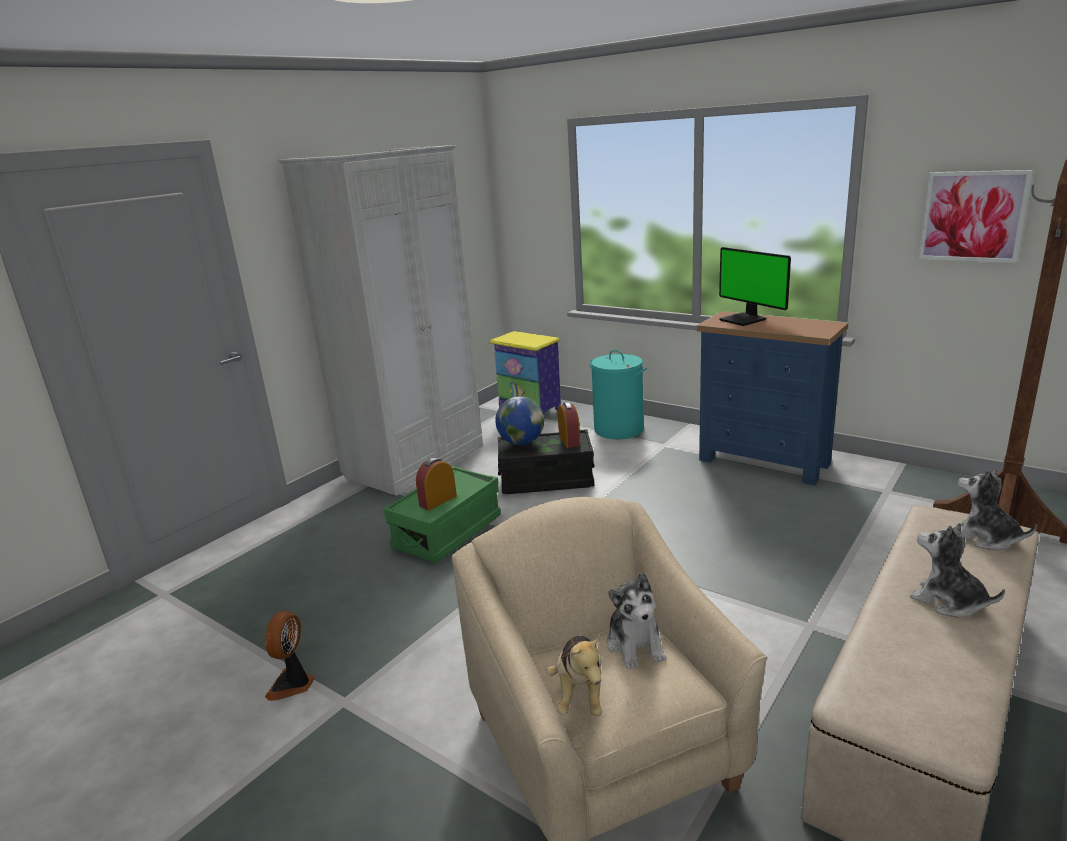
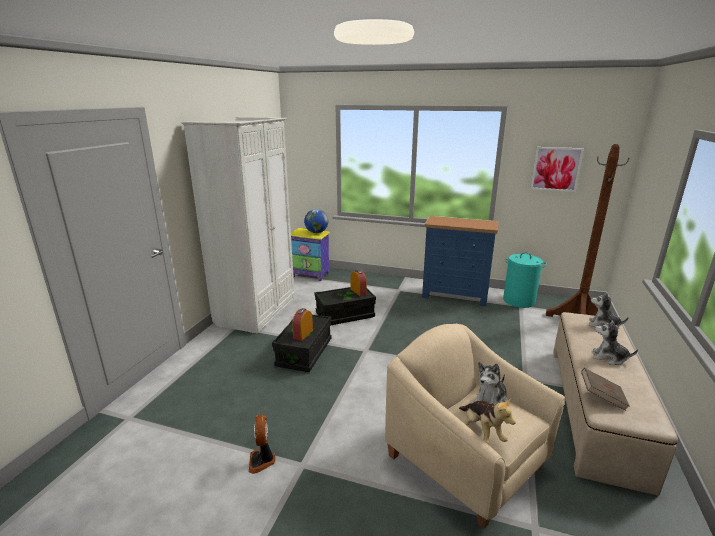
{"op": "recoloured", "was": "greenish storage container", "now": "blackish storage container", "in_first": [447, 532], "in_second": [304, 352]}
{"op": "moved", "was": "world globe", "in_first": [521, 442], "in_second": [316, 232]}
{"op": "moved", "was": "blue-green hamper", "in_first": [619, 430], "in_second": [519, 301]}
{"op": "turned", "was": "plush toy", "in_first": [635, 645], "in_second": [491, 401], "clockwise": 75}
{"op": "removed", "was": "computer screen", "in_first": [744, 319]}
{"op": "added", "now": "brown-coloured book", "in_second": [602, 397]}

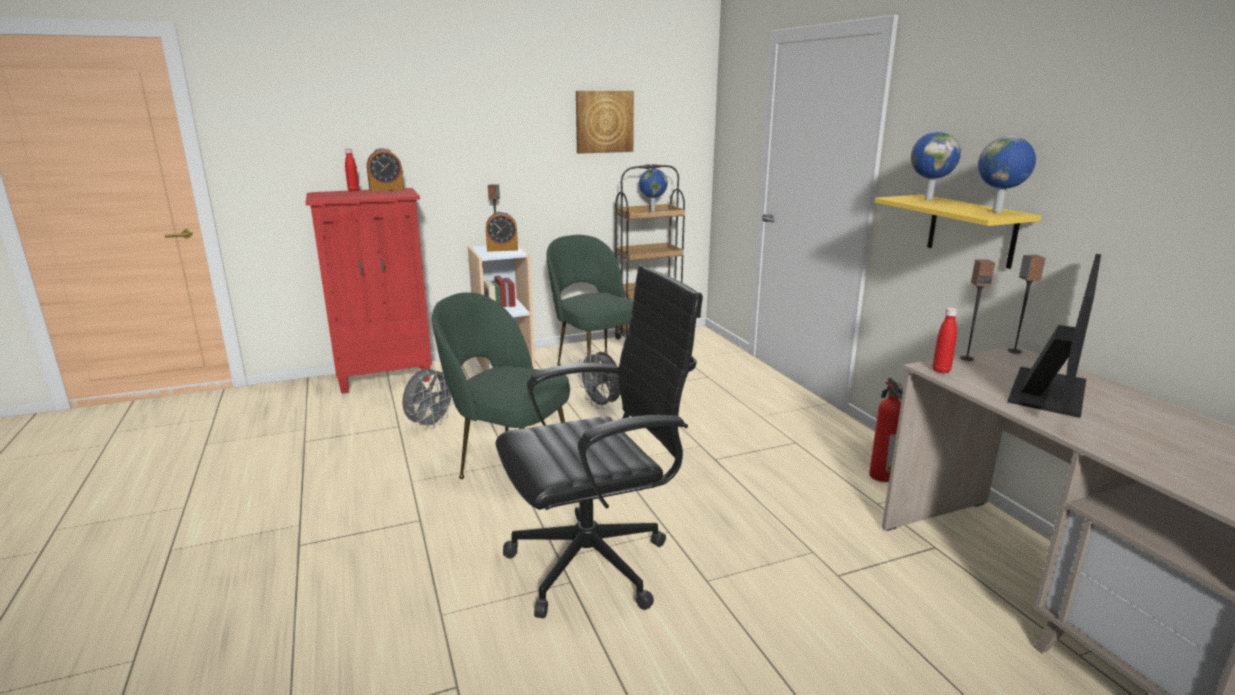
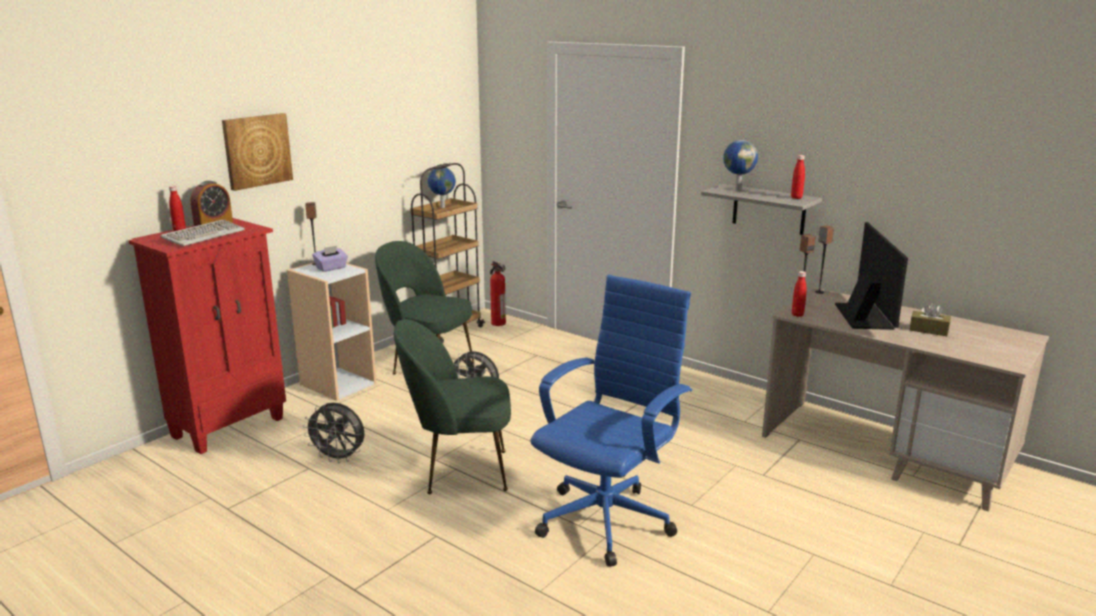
{"op": "turned", "was": "grey electric fan", "in_first": [430, 424], "in_second": [339, 458], "clockwise": 105}
{"op": "replaced", "was": "bedside clock", "now": "purple-coloured tissue box", "in_first": [502, 249], "in_second": [331, 268]}
{"op": "recoloured", "was": "blackish desk chair", "now": "blue-coloured desk chair", "in_first": [596, 563], "in_second": [608, 519]}
{"op": "moved", "was": "picture", "in_first": [604, 121], "in_second": [257, 150]}
{"op": "moved", "was": "fire extinguisher", "in_first": [880, 474], "in_second": [497, 323]}
{"op": "recoloured", "was": "yellow-coloured wall shelf", "now": "grey wall shelf", "in_first": [971, 231], "in_second": [769, 209]}
{"op": "replaced", "was": "world globe", "now": "red beverage bottle", "in_first": [998, 212], "in_second": [796, 198]}
{"op": "added", "now": "keyboard", "in_second": [203, 236]}
{"op": "added", "now": "brown-coloured tissue box", "in_second": [928, 330]}

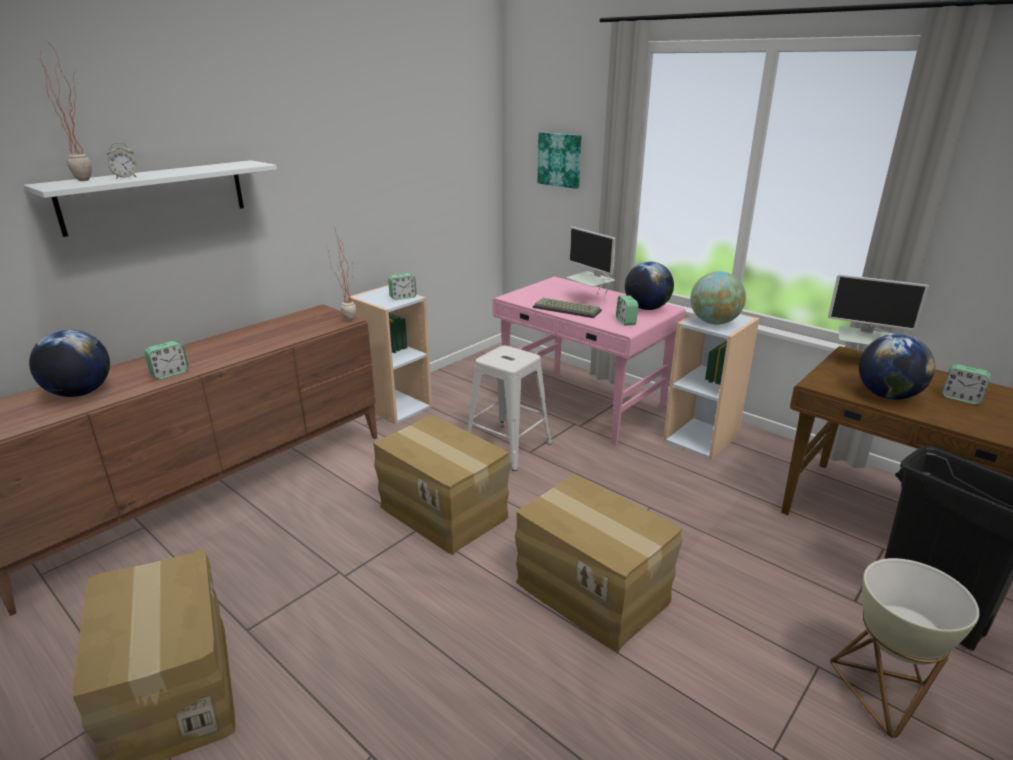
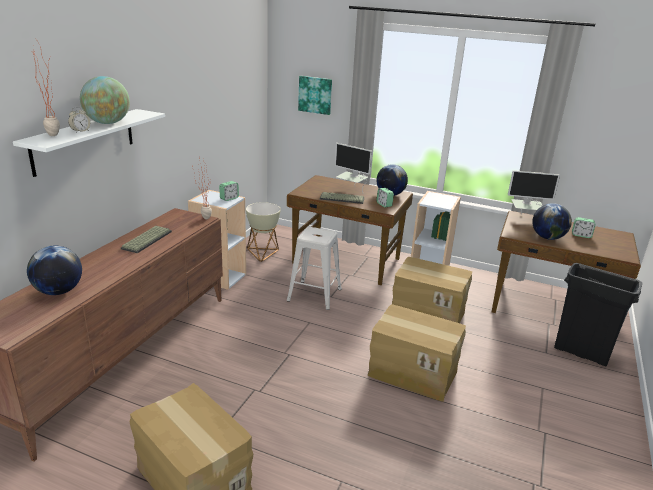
{"op": "removed", "was": "bedside clock", "in_first": [170, 373]}
{"op": "moved", "was": "packing box", "in_first": [444, 511], "in_second": [428, 312]}
{"op": "recoloured", "was": "pinkish desk", "now": "brown-coloured desk", "in_first": [582, 405], "in_second": [346, 262]}
{"op": "moved", "was": "world globe", "in_first": [714, 322], "in_second": [108, 123]}
{"op": "moved", "was": "flower pot", "in_first": [883, 693], "in_second": [263, 253]}
{"op": "added", "now": "keyboard", "in_second": [146, 239]}

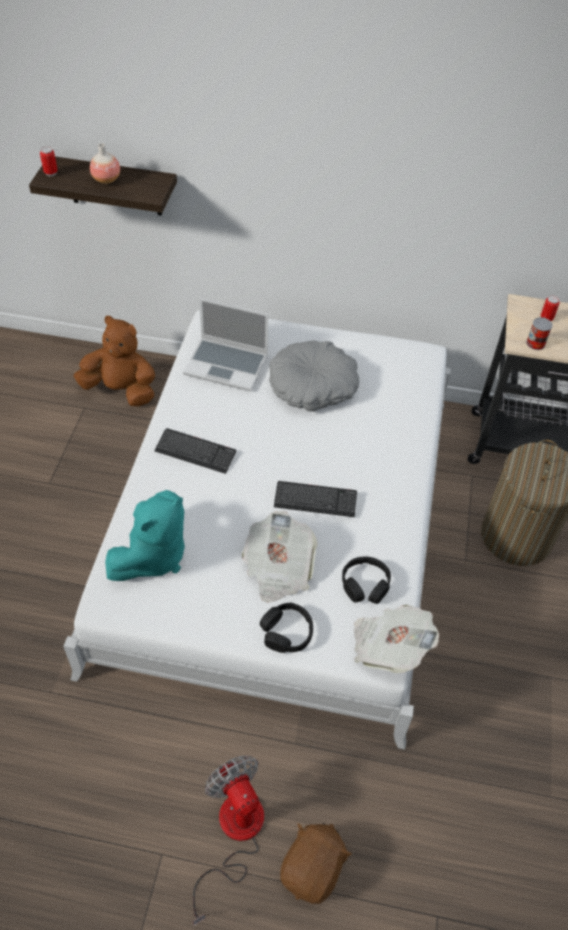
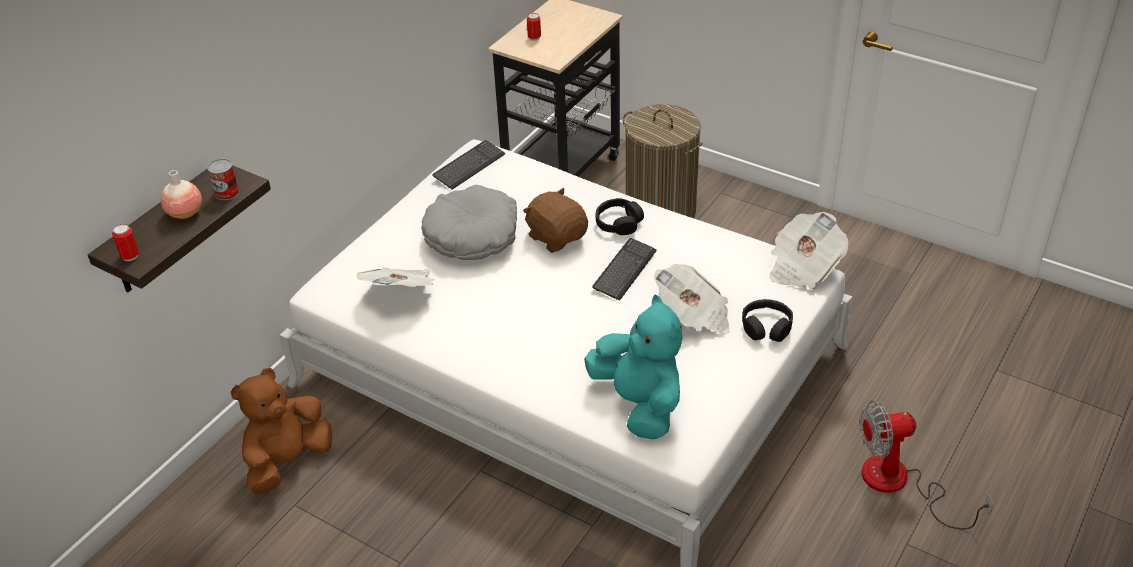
{"op": "moved", "was": "keyboard", "in_first": [195, 452], "in_second": [469, 166]}
{"op": "replaced", "was": "notebook computer", "now": "newspaper", "in_first": [227, 365], "in_second": [401, 292]}
{"op": "moved", "was": "brown-coloured plush toy", "in_first": [313, 868], "in_second": [557, 237]}
{"op": "moved", "was": "blackish pair of headphones", "in_first": [365, 584], "in_second": [618, 223]}
{"op": "moved", "was": "sealed can", "in_first": [535, 343], "in_second": [227, 193]}

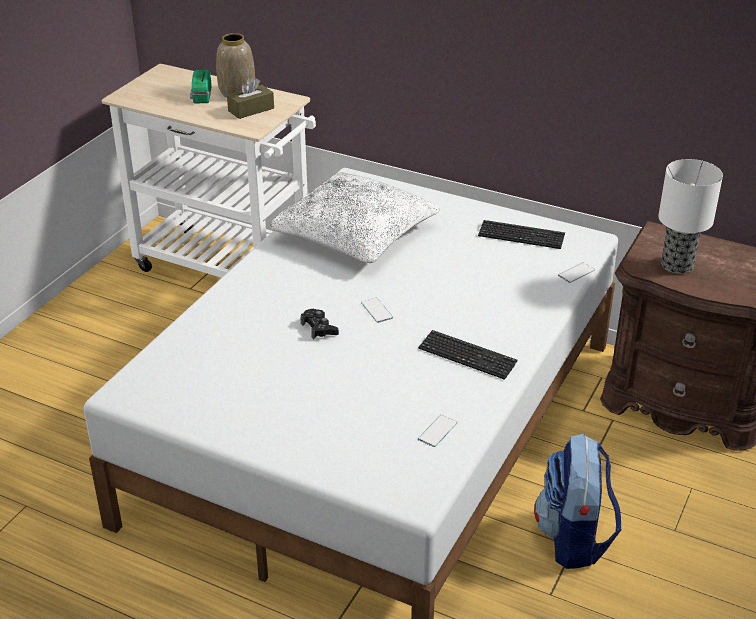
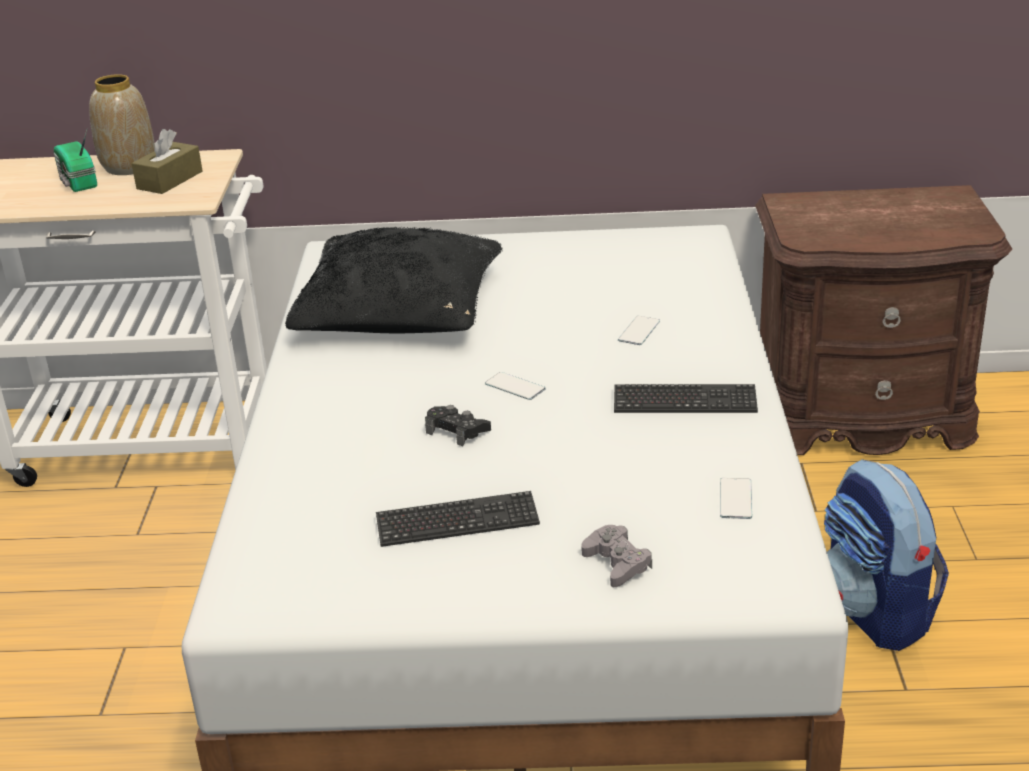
{"op": "recoloured", "was": "white-coloured throw pillow", "now": "blackish throw pillow", "in_first": [355, 234], "in_second": [400, 309]}
{"op": "moved", "was": "keyboard", "in_first": [521, 236], "in_second": [457, 522]}
{"op": "moved", "was": "phone", "in_first": [576, 273], "in_second": [639, 331]}
{"op": "removed", "was": "table lamp", "in_first": [678, 265]}
{"op": "added", "now": "grey gamepad", "in_second": [617, 563]}

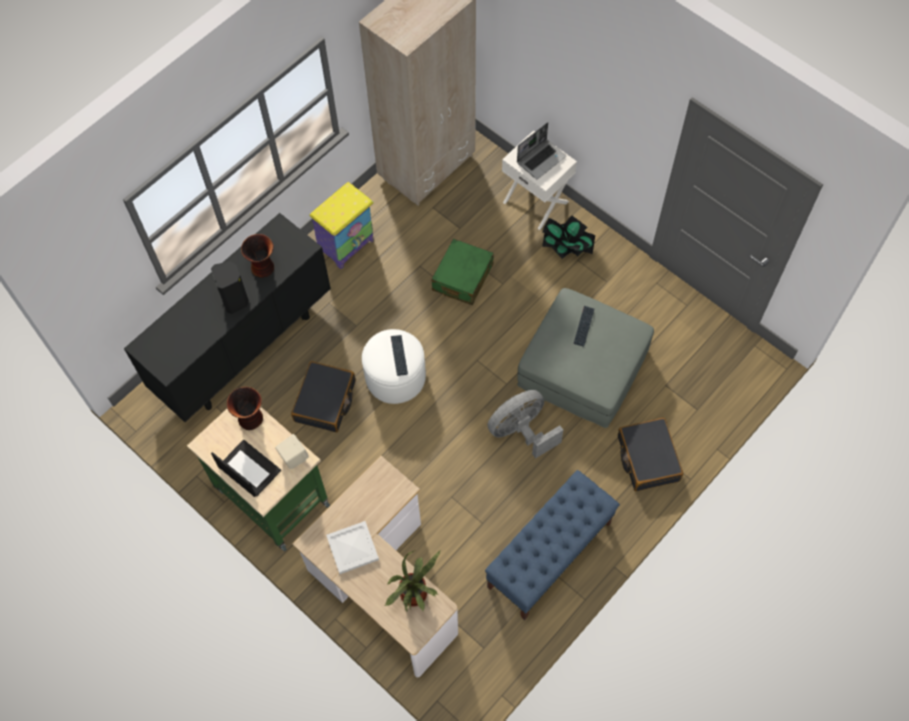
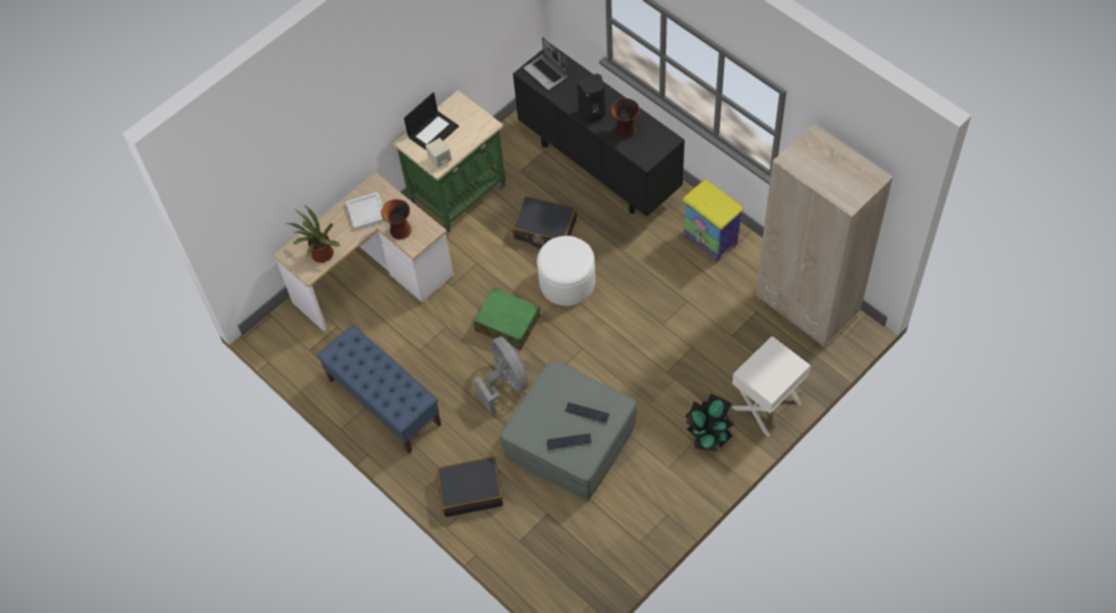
{"op": "moved", "was": "decorative vase", "in_first": [251, 419], "in_second": [400, 231]}
{"op": "moved", "was": "keyboard", "in_first": [399, 355], "in_second": [569, 442]}
{"op": "moved", "was": "greenish piece of luggage", "in_first": [462, 278], "in_second": [507, 324]}
{"op": "moved", "was": "notebook computer", "in_first": [541, 159], "in_second": [547, 73]}

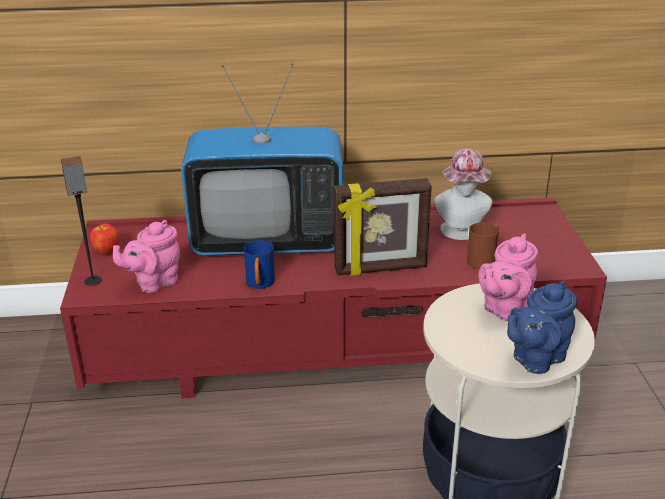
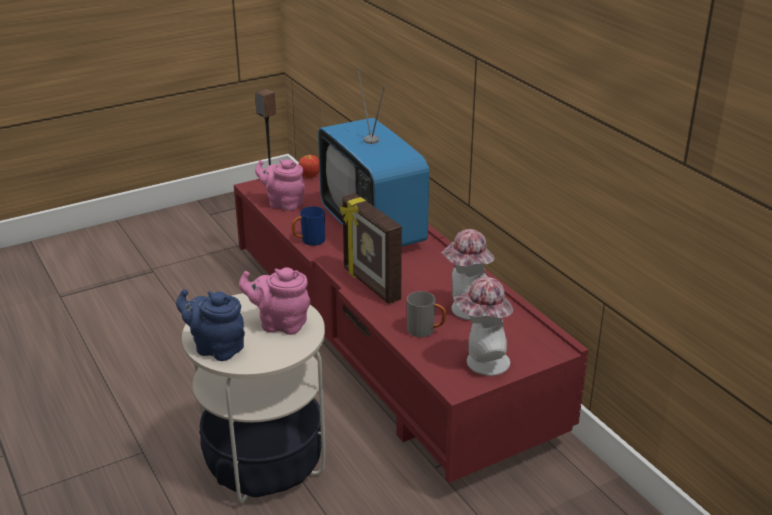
{"op": "recoloured", "was": "brown-coloured coffee mug", "now": "grey coffee mug", "in_first": [484, 260], "in_second": [426, 331]}
{"op": "added", "now": "hat", "in_second": [482, 363]}

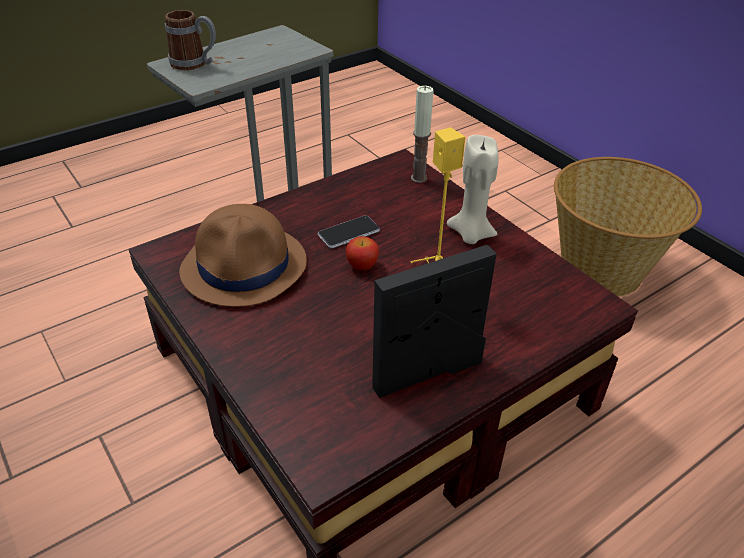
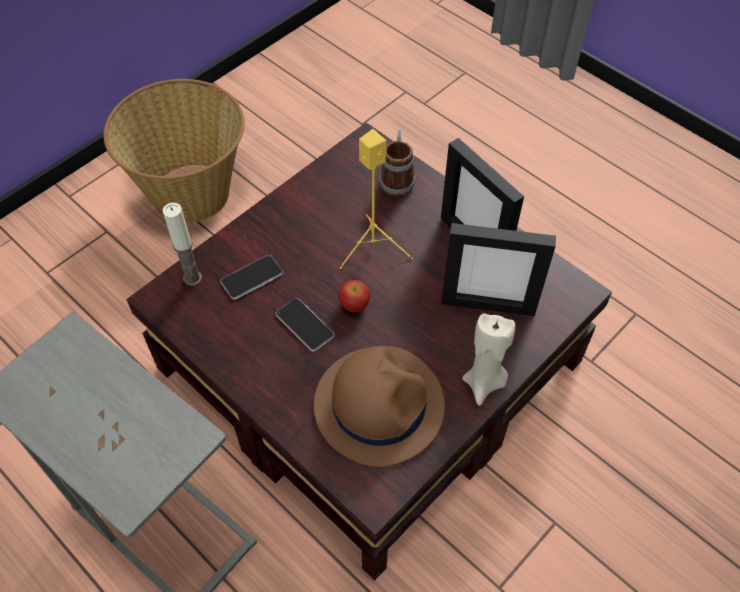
{"op": "moved", "was": "coffee mug", "in_first": [195, 64], "in_second": [397, 178]}
{"op": "moved", "was": "sand-coloured wax candle", "in_first": [470, 235], "in_second": [484, 383]}
{"op": "added", "now": "phone", "in_second": [252, 278]}
{"op": "added", "now": "standing frame", "in_second": [488, 303]}

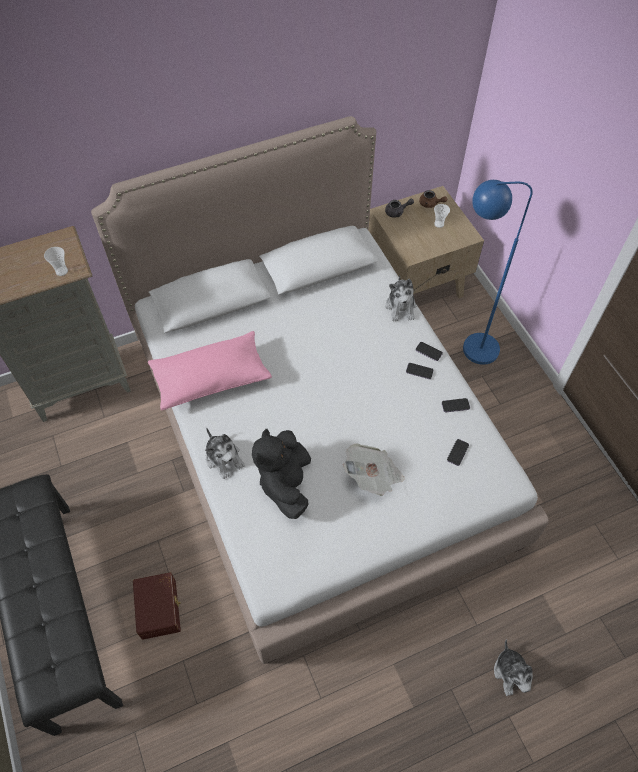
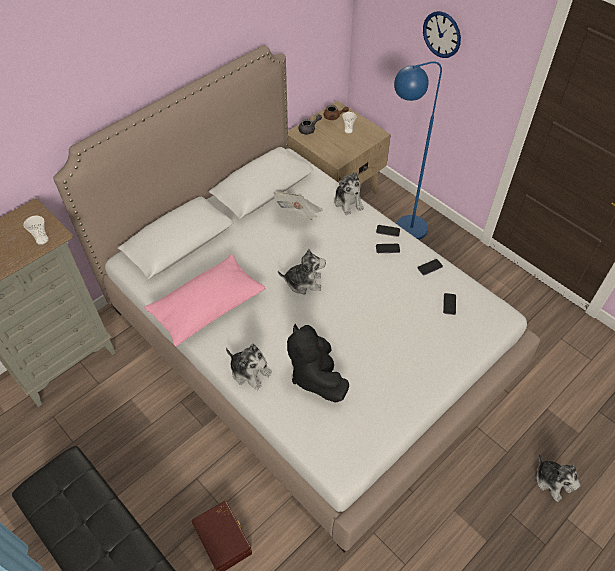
{"op": "moved", "was": "newspaper", "in_first": [373, 476], "in_second": [299, 214]}
{"op": "added", "now": "plush toy", "in_second": [303, 282]}
{"op": "added", "now": "wall clock", "in_second": [442, 34]}

